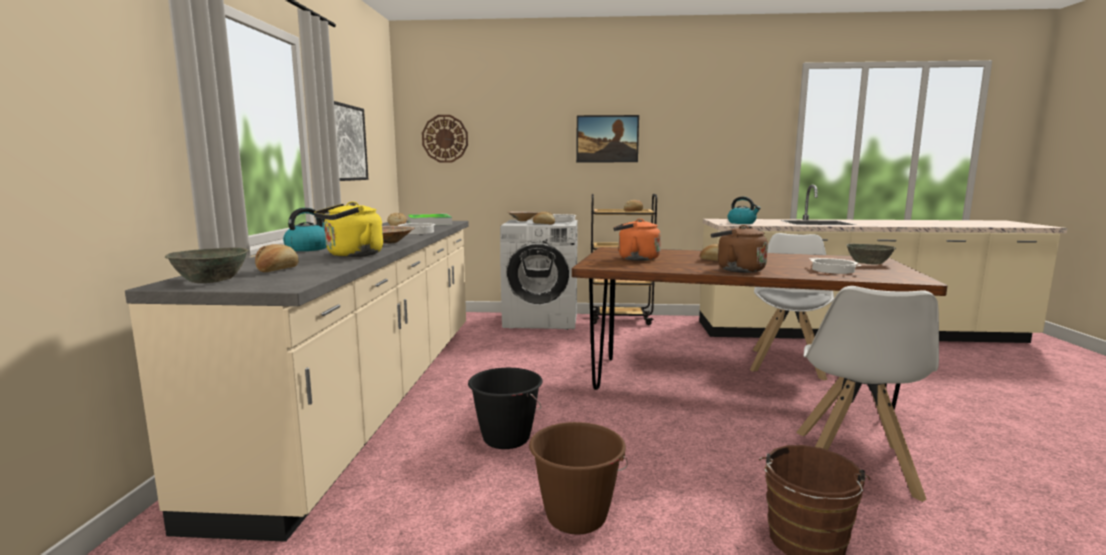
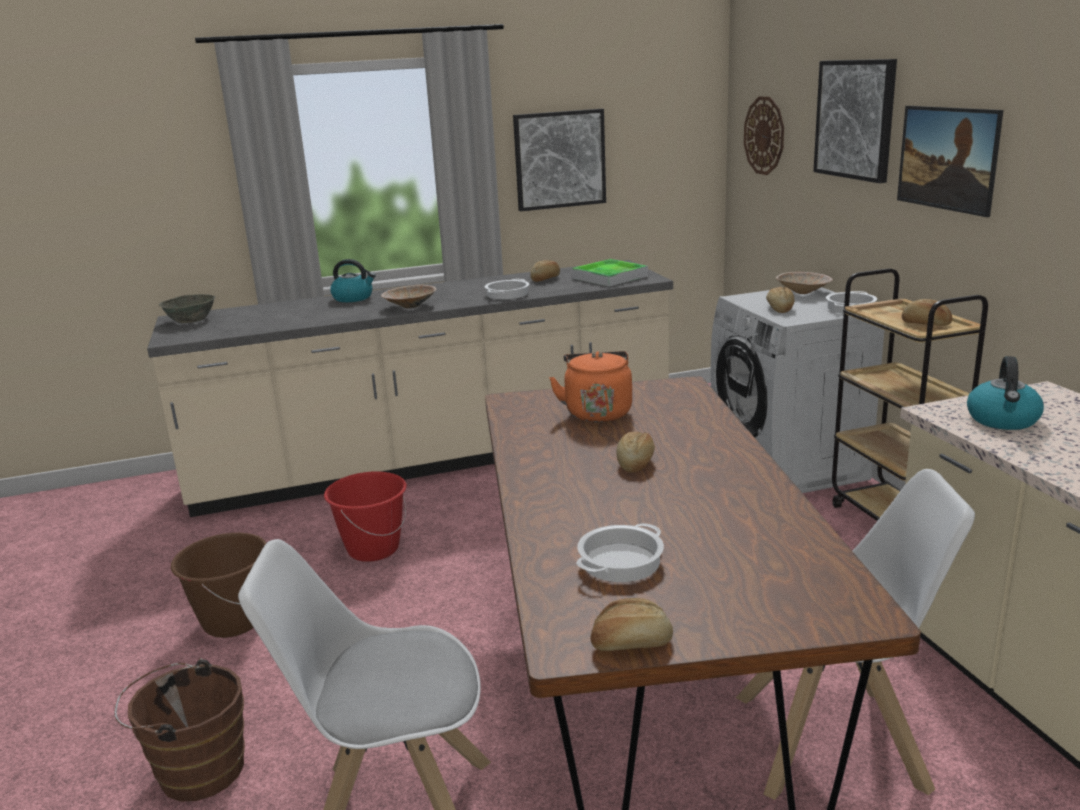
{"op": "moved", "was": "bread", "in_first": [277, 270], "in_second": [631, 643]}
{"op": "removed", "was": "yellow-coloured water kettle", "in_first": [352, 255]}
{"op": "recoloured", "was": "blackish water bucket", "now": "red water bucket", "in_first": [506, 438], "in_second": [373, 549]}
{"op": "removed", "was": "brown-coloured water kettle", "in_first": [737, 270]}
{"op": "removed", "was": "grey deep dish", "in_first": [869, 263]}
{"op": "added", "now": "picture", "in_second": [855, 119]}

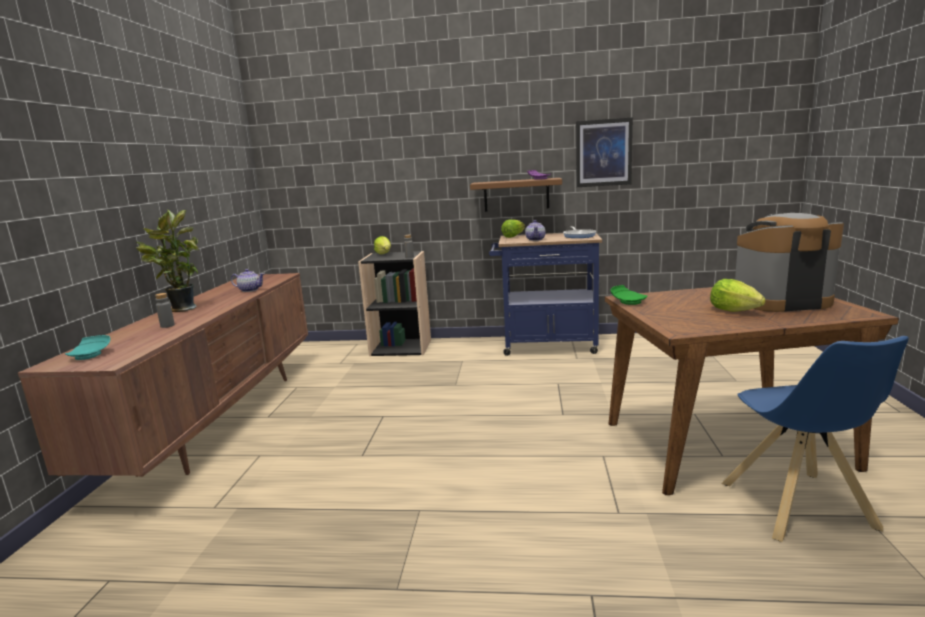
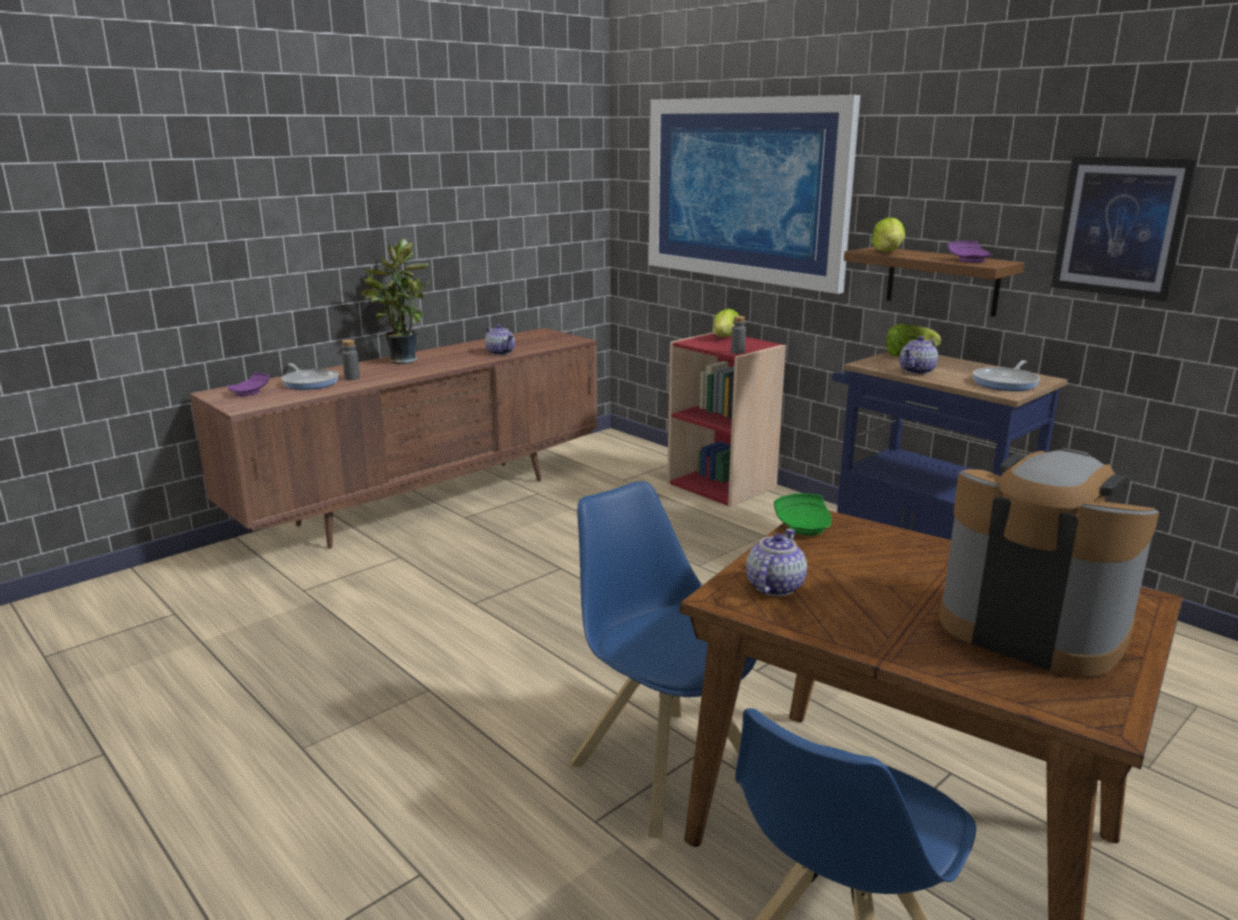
{"op": "recoloured", "was": "blue-green flat dish", "now": "purple-coloured flat dish", "in_first": [91, 355], "in_second": [250, 392]}
{"op": "recoloured", "was": "blackish bookshelf", "now": "red bookshelf", "in_first": [402, 347], "in_second": [723, 485]}
{"op": "moved", "was": "head of lettuce", "in_first": [733, 311], "in_second": [888, 252]}
{"op": "added", "now": "skillet", "in_second": [310, 382]}
{"op": "added", "now": "blue-coloured plain chair", "in_second": [663, 765]}
{"op": "added", "now": "picture", "in_second": [744, 190]}
{"op": "added", "now": "pot for tea", "in_second": [773, 587]}

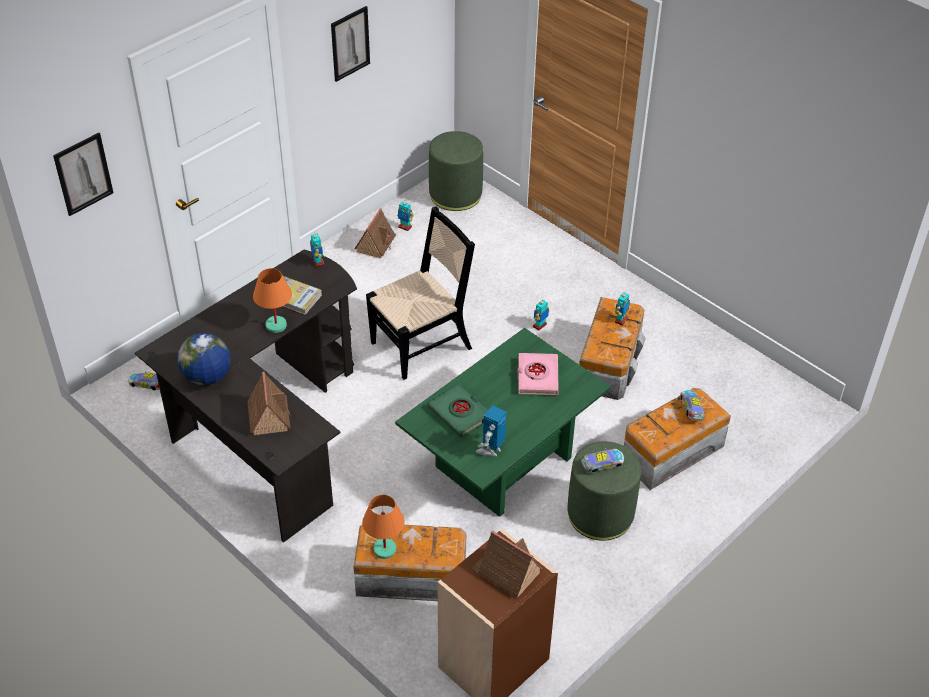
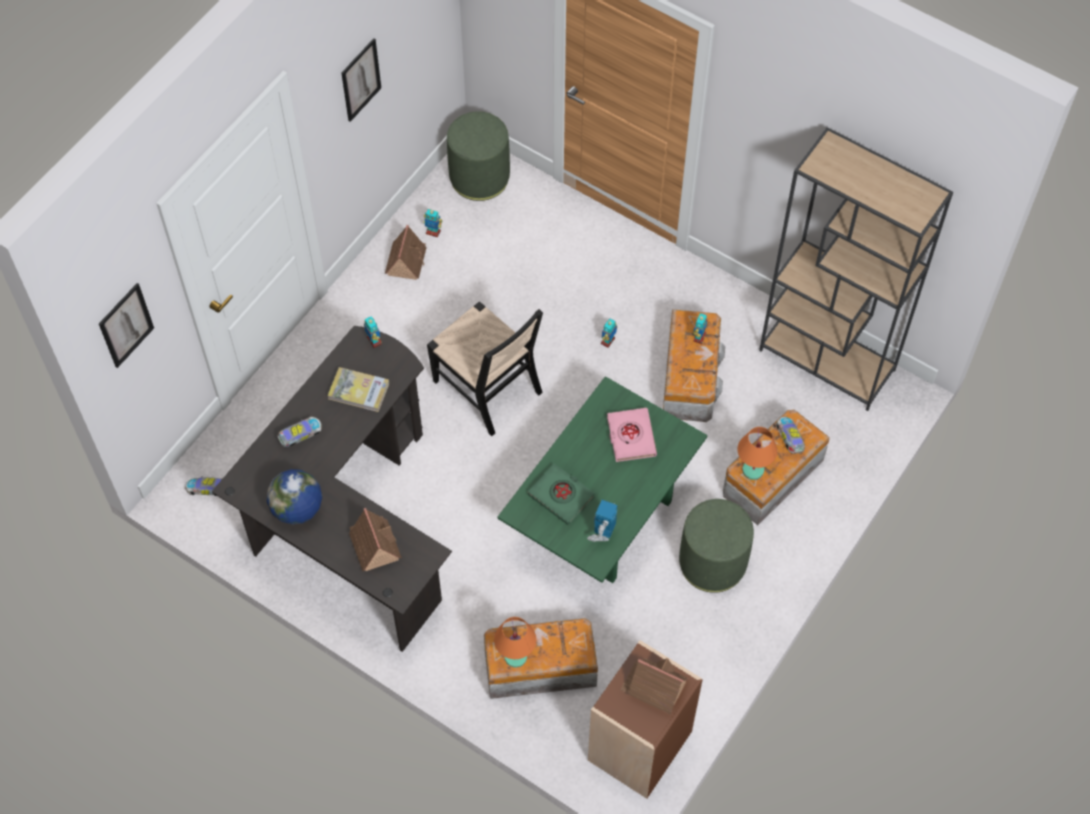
{"op": "moved", "was": "orangey table lamp", "in_first": [275, 325], "in_second": [752, 470]}
{"op": "turned", "was": "plain chair", "in_first": [421, 345], "in_second": [487, 388], "clockwise": 90}
{"op": "moved", "was": "miniature car", "in_first": [601, 465], "in_second": [300, 435]}
{"op": "added", "now": "bookshelf", "in_second": [828, 360]}

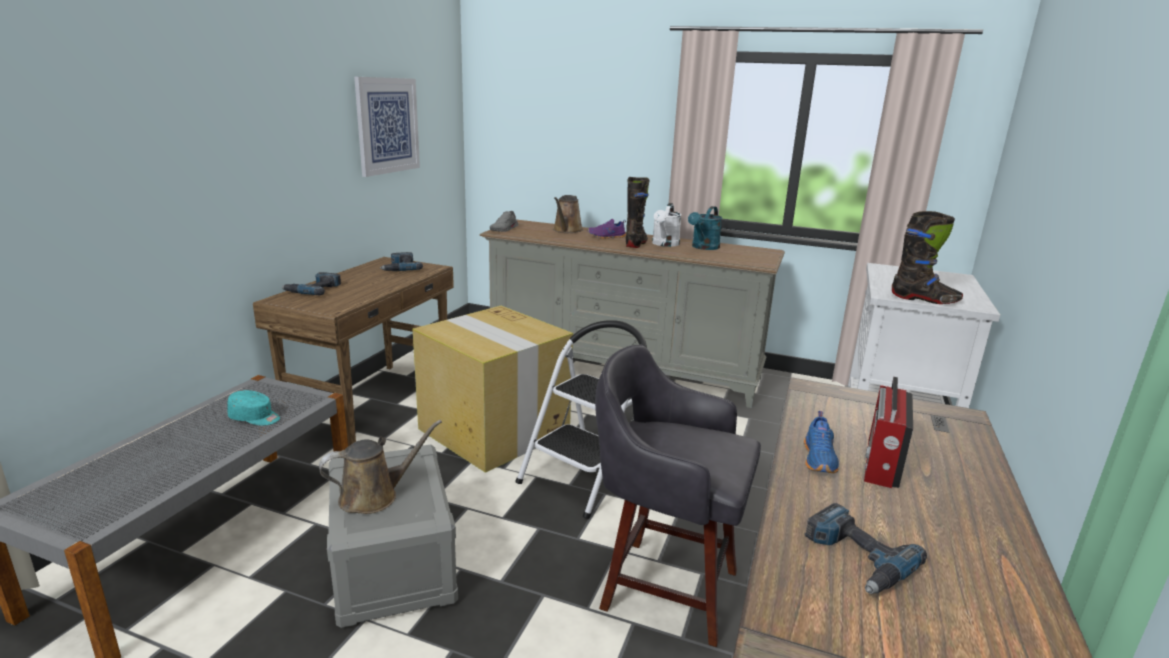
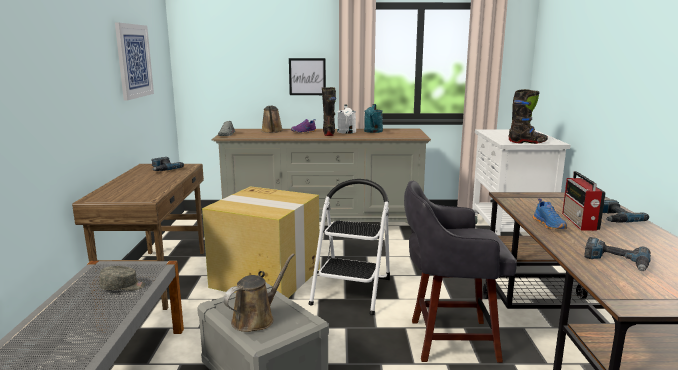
{"op": "recoloured", "was": "blue-green peaked cap", "now": "grey peaked cap", "in_first": [255, 418], "in_second": [123, 287]}
{"op": "moved", "was": "power drill", "in_first": [313, 289], "in_second": [613, 217]}
{"op": "added", "now": "picture", "in_second": [307, 76]}

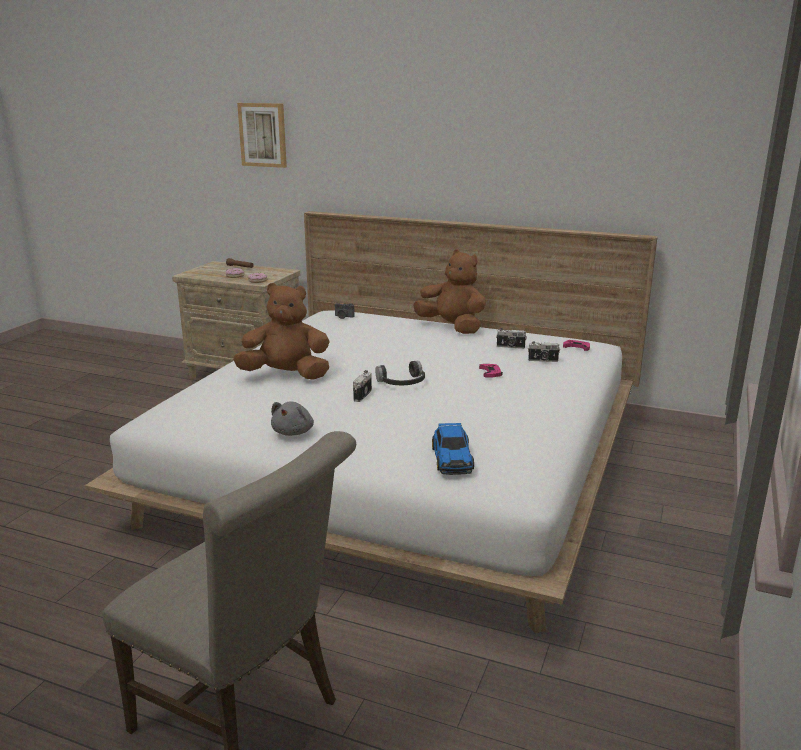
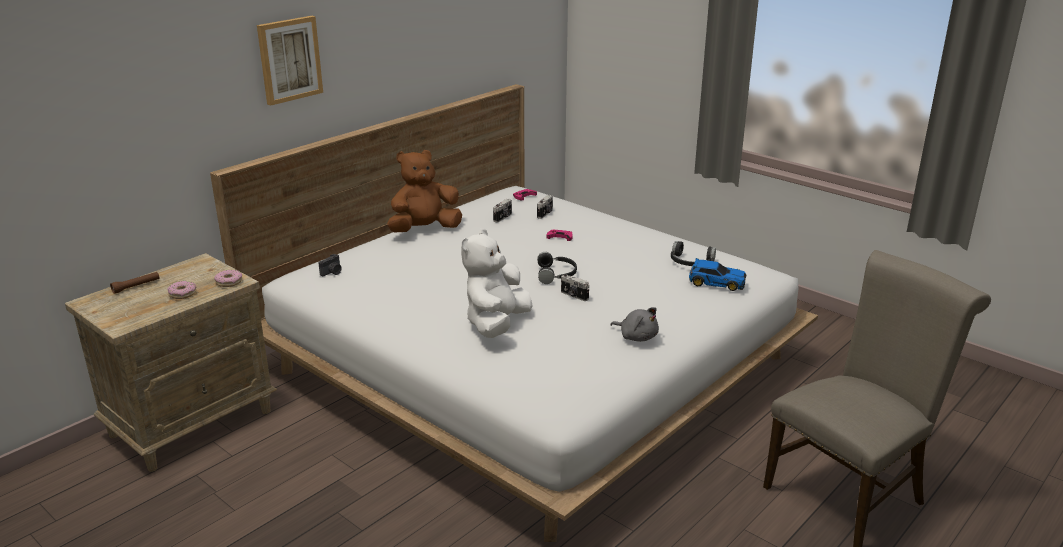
{"op": "recoloured", "was": "brown-coloured plush toy", "now": "white-coloured plush toy", "in_first": [286, 375], "in_second": [496, 324]}
{"op": "moved", "was": "picture", "in_first": [263, 135], "in_second": [289, 59]}
{"op": "added", "now": "blackish pair of headphones", "in_second": [690, 262]}

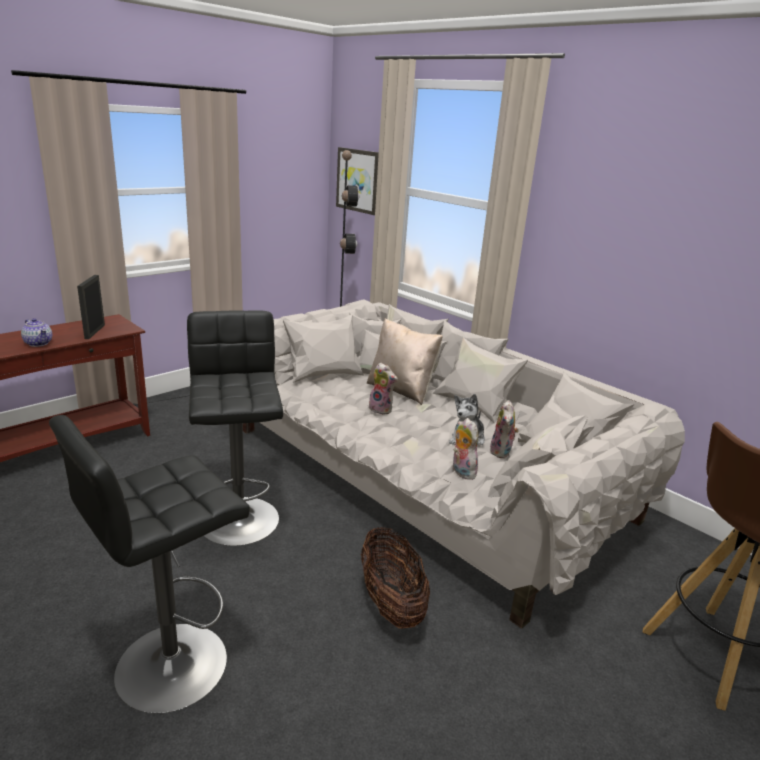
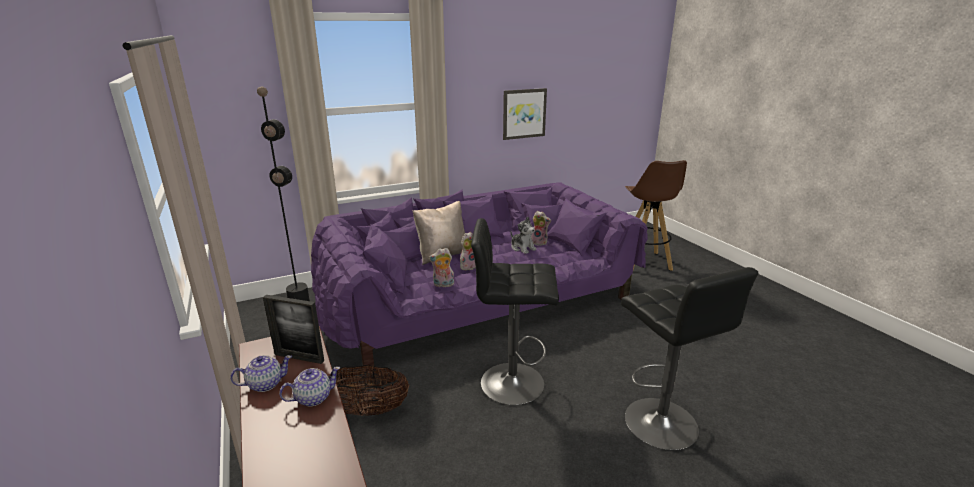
{"op": "recoloured", "was": "white-coloured sofa", "now": "purple-coloured sofa", "in_first": [417, 470], "in_second": [476, 297]}
{"op": "moved", "was": "picture", "in_first": [358, 180], "in_second": [524, 113]}
{"op": "moved", "was": "household basket", "in_first": [391, 603], "in_second": [366, 410]}
{"op": "moved", "was": "plush toy", "in_first": [461, 471], "in_second": [443, 285]}
{"op": "added", "now": "pot for tea", "in_second": [265, 384]}

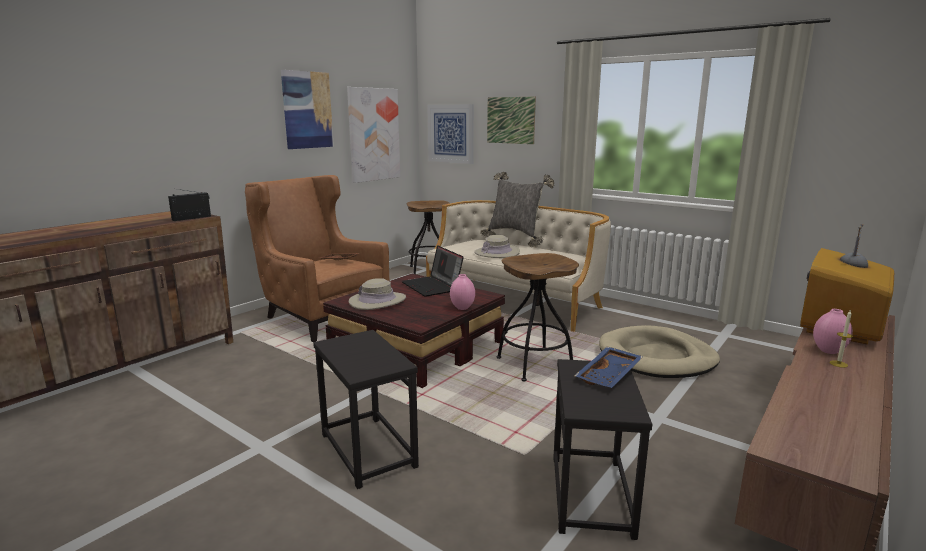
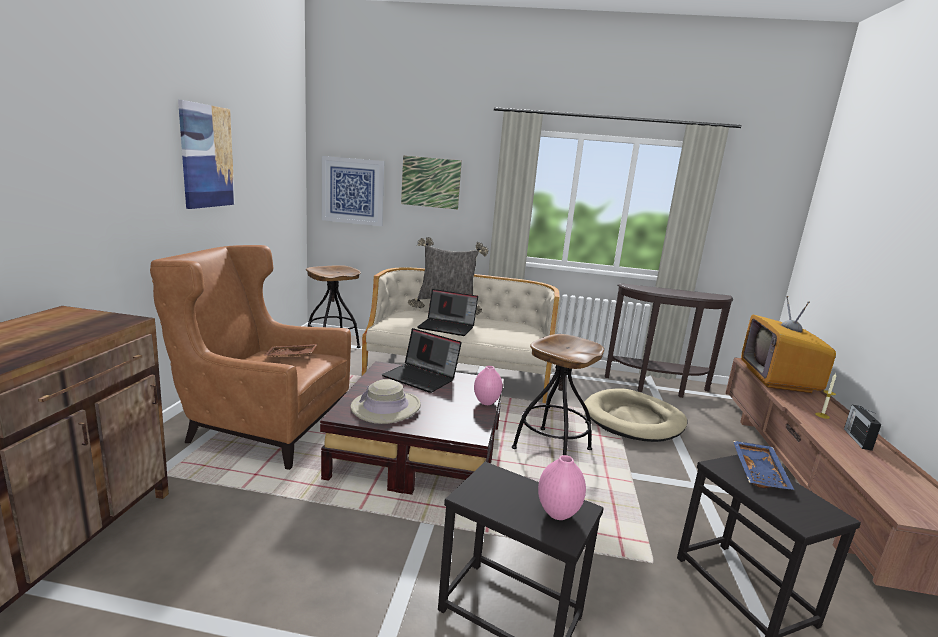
{"op": "moved", "was": "radio set", "in_first": [192, 218], "in_second": [857, 439]}
{"op": "removed", "was": "picture", "in_first": [373, 134]}
{"op": "replaced", "was": "sand-coloured hat", "now": "notebook computer", "in_first": [497, 253], "in_second": [447, 327]}
{"op": "moved", "was": "pinkish decorative vase", "in_first": [828, 351], "in_second": [557, 514]}
{"op": "added", "now": "brown-coloured hall table", "in_second": [658, 388]}

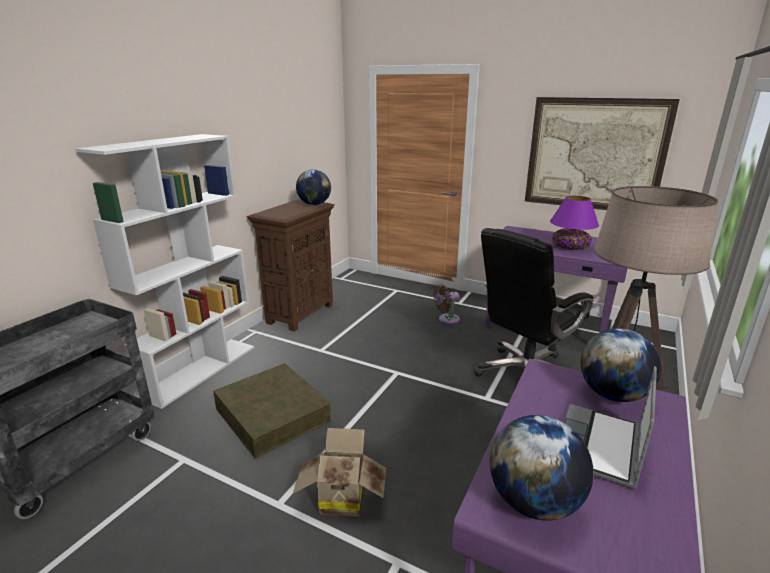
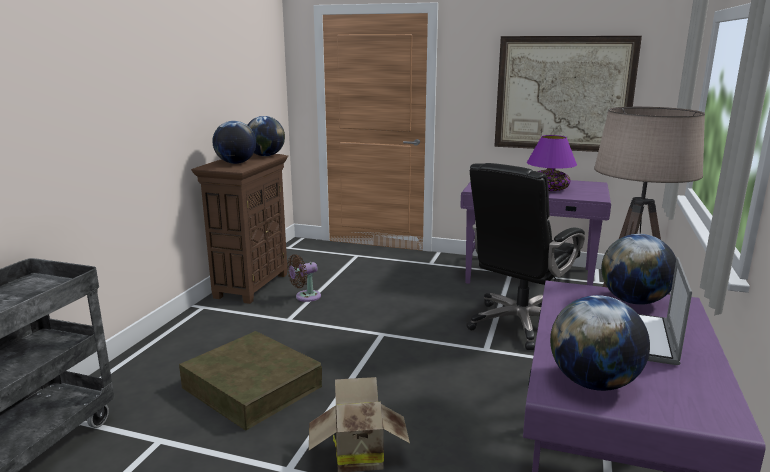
{"op": "removed", "was": "white-coloured bookshelf", "in_first": [200, 370]}
{"op": "moved", "was": "brown-coloured electric fan", "in_first": [447, 319], "in_second": [305, 297]}
{"op": "added", "now": "world globe", "in_second": [236, 163]}

